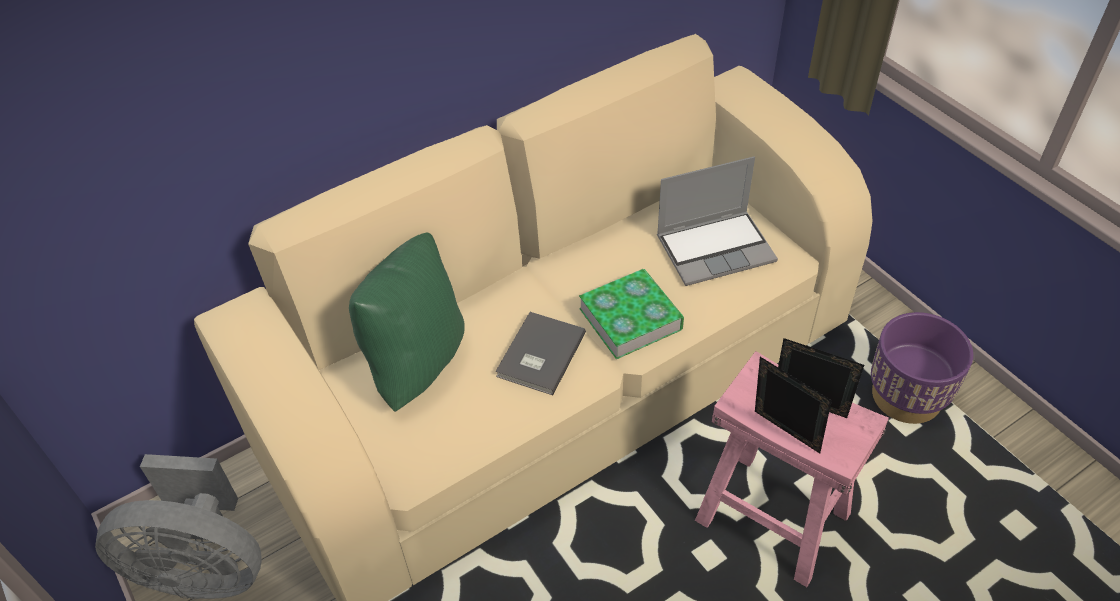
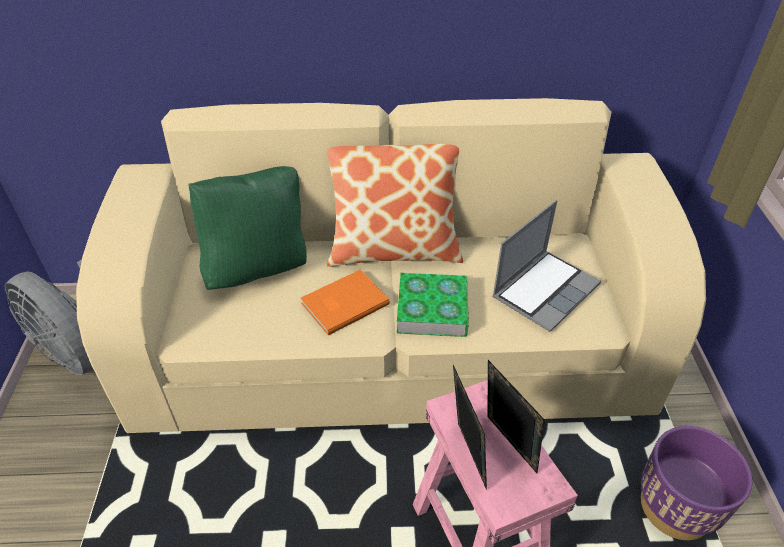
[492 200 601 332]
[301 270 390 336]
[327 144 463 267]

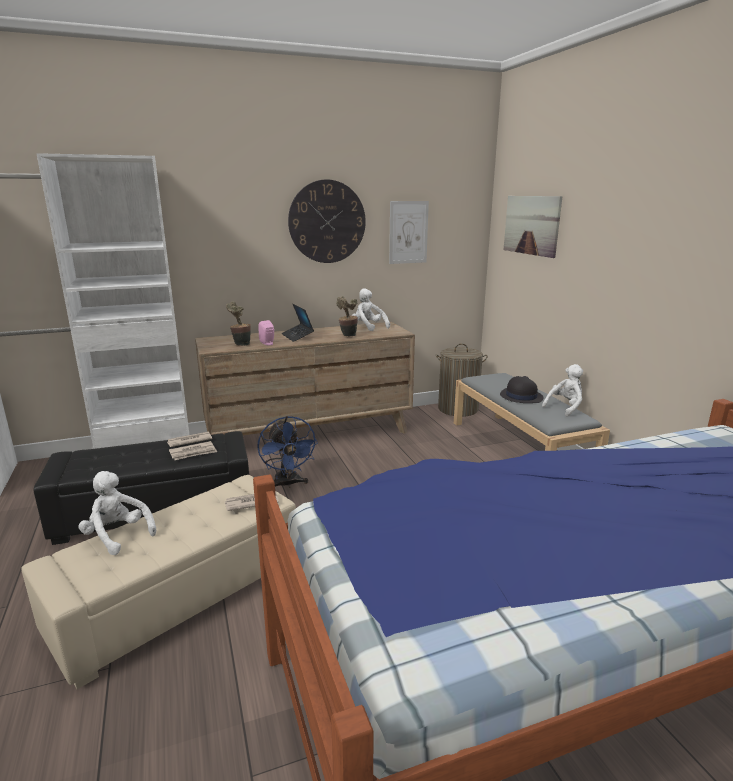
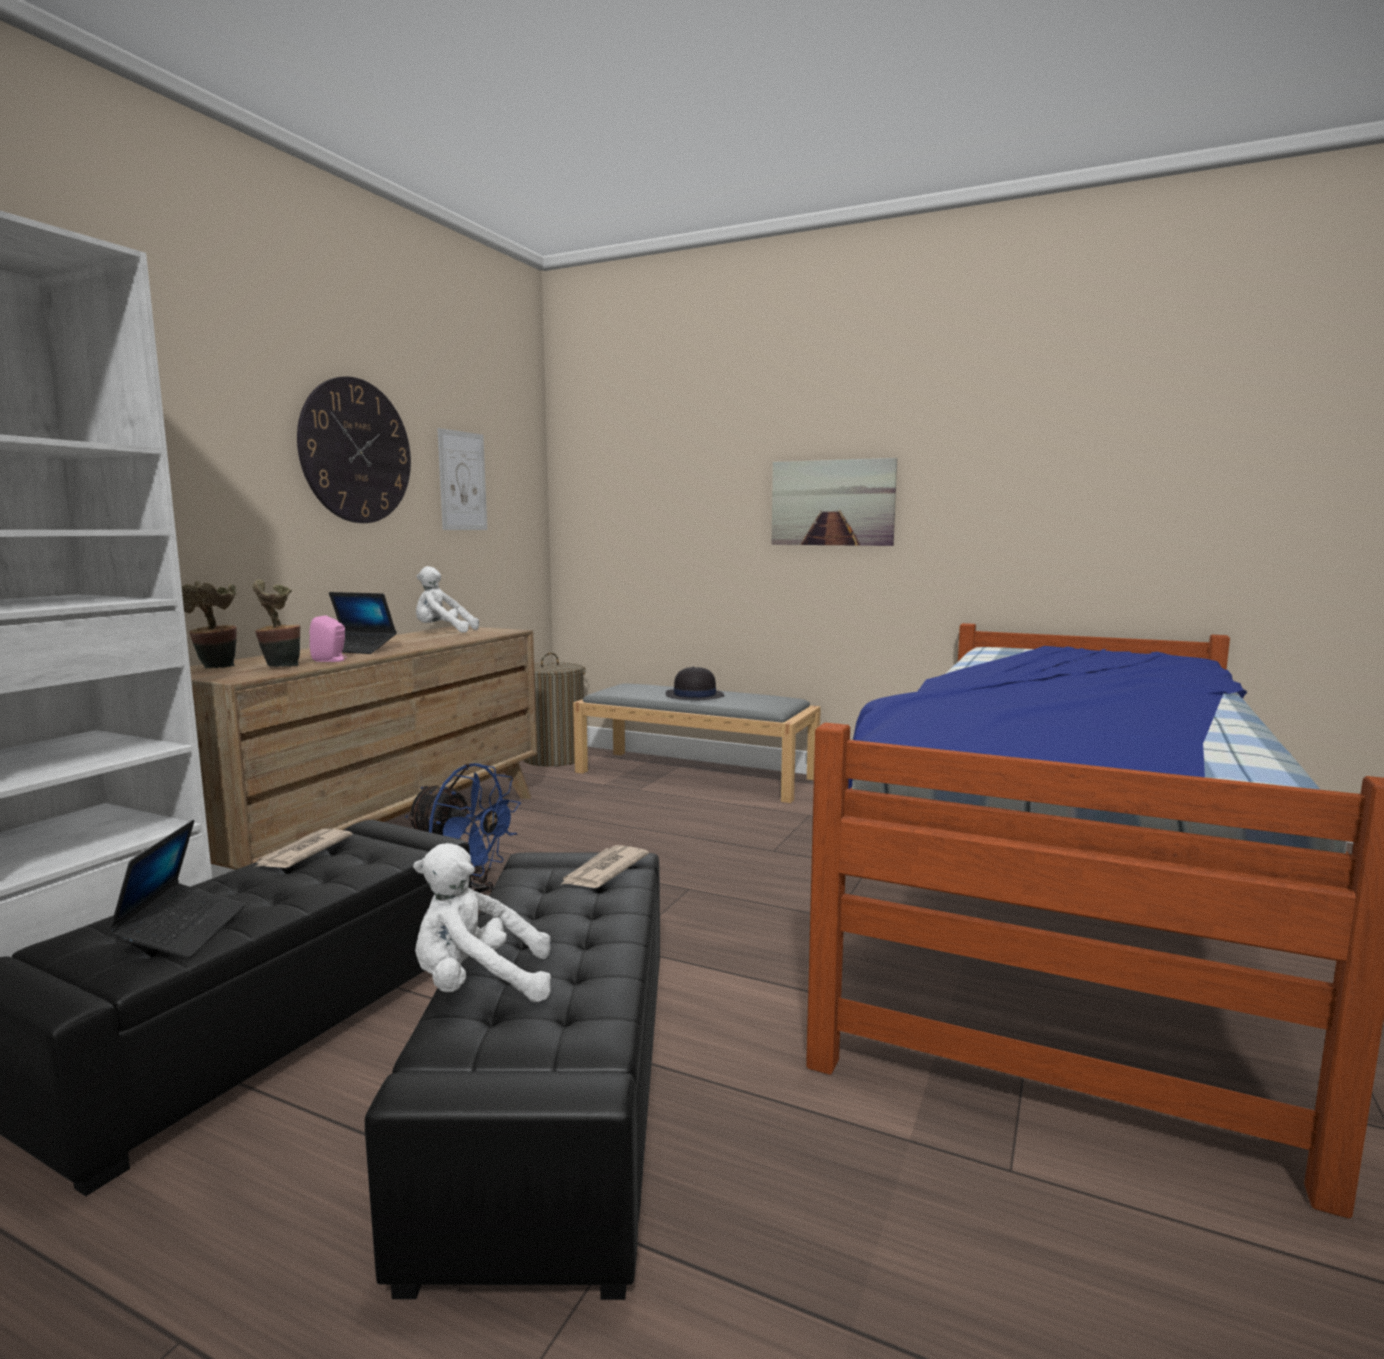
[772 458 897 546]
[182 581 237 668]
[542 364 583 417] (first image)
[169 441 217 460] (first image)
[365 852 660 1300]
[107 820 245 958]

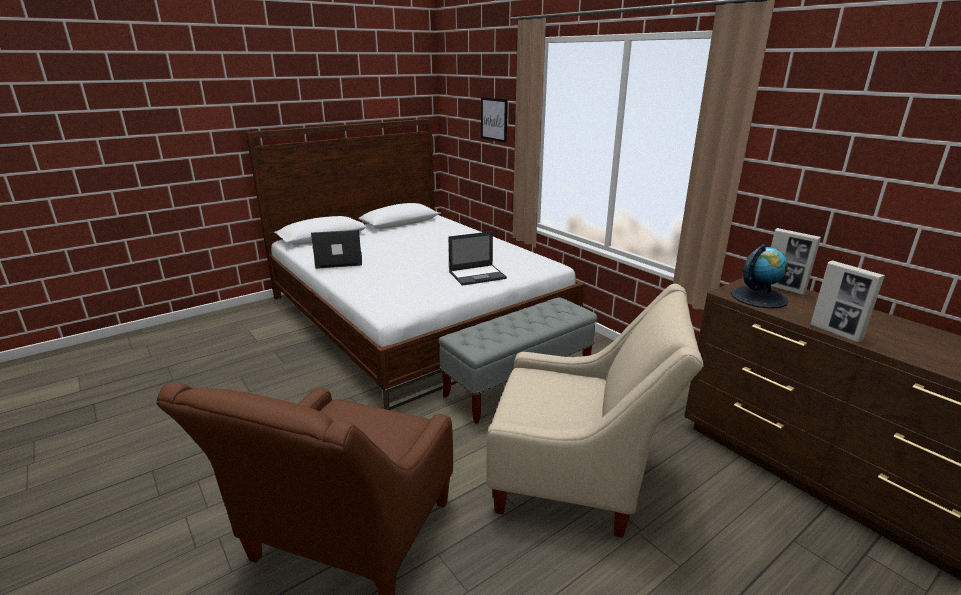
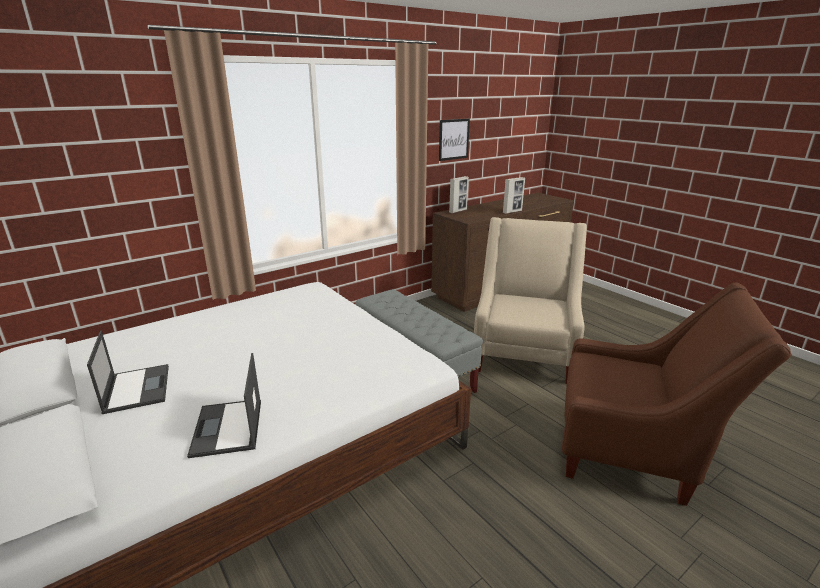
[439 119 470 161]
[87 330 169 414]
[731 244 788 309] (first image)

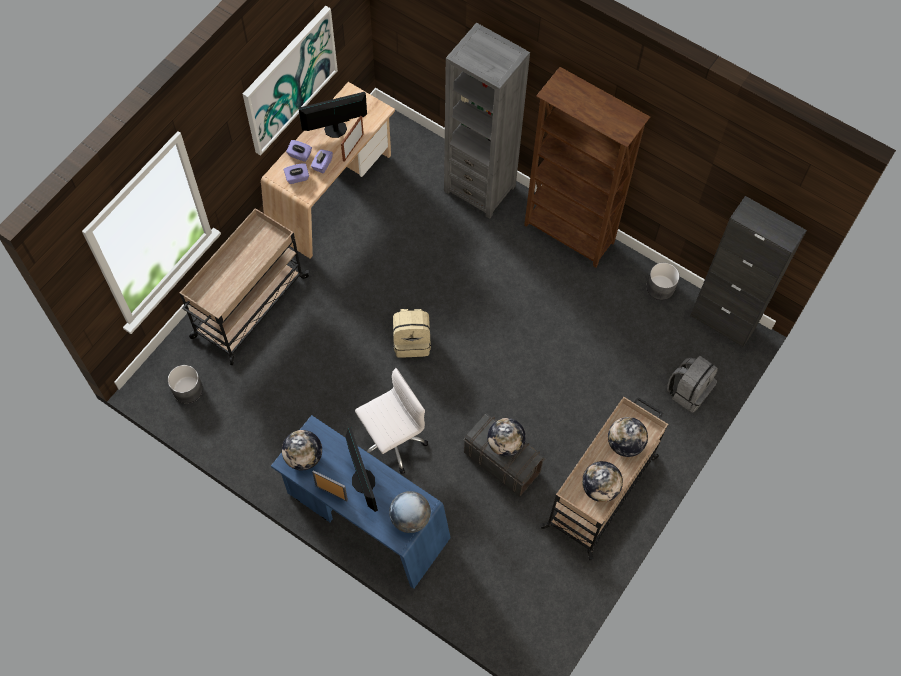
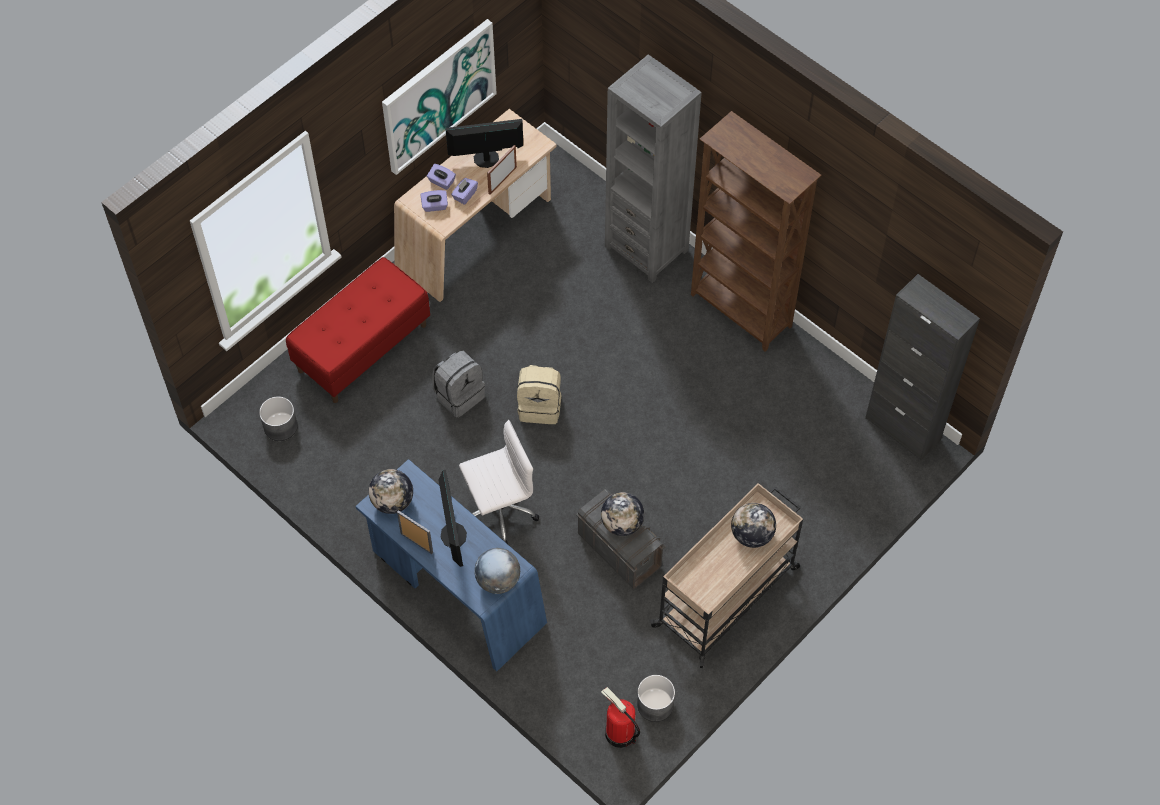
[286 257 430 403]
[637 675 675 722]
[432 351 485 418]
[582 461 623 502] (first image)
[601 687 640 748]

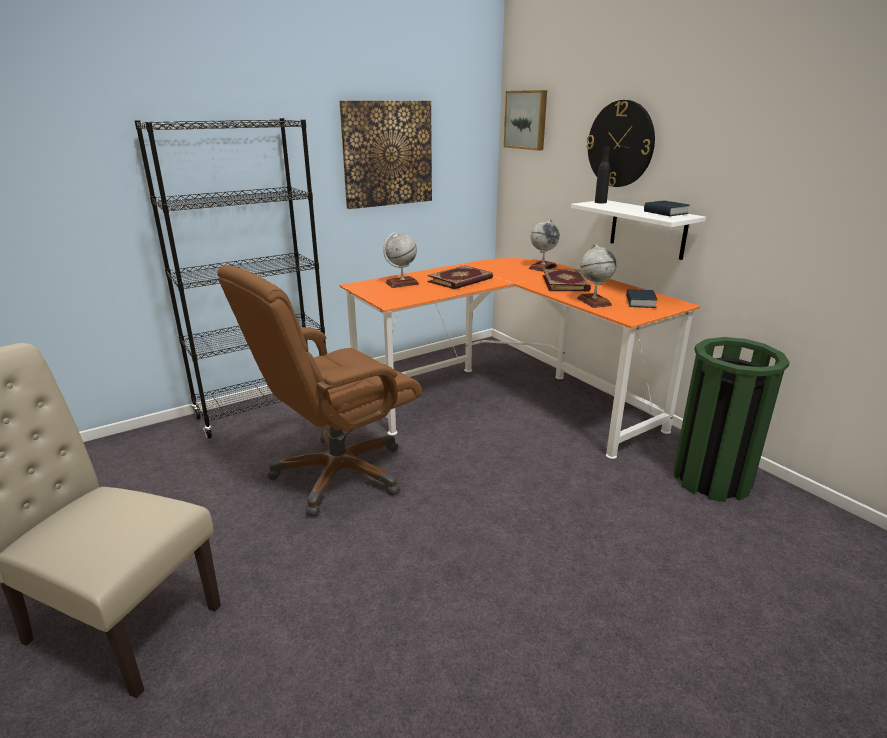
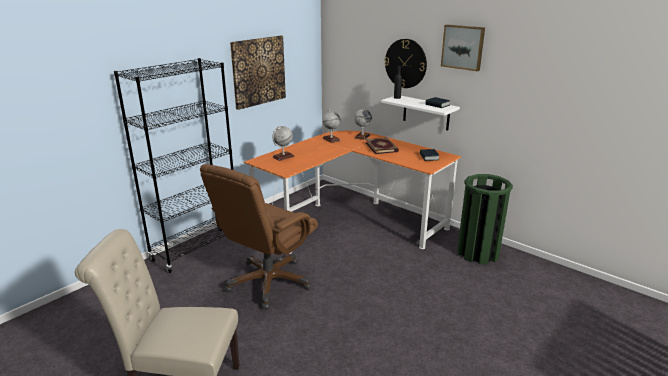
[441 25 485 71]
[322 110 341 143]
[427 265 493 289] (first image)

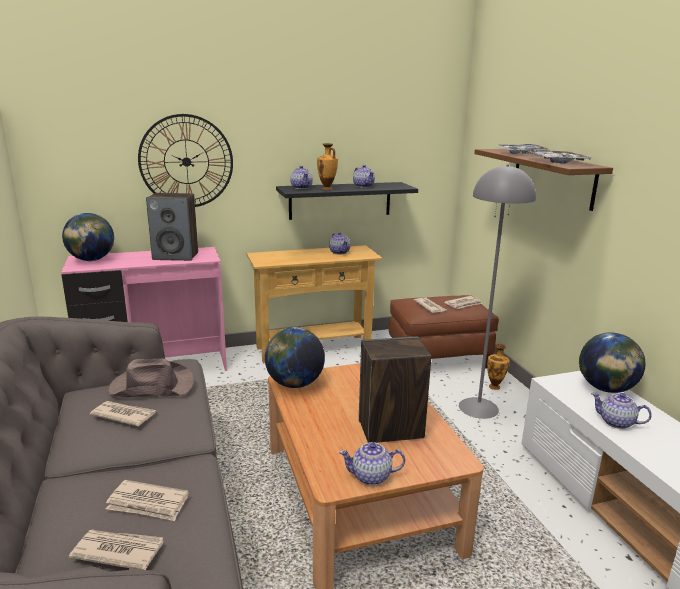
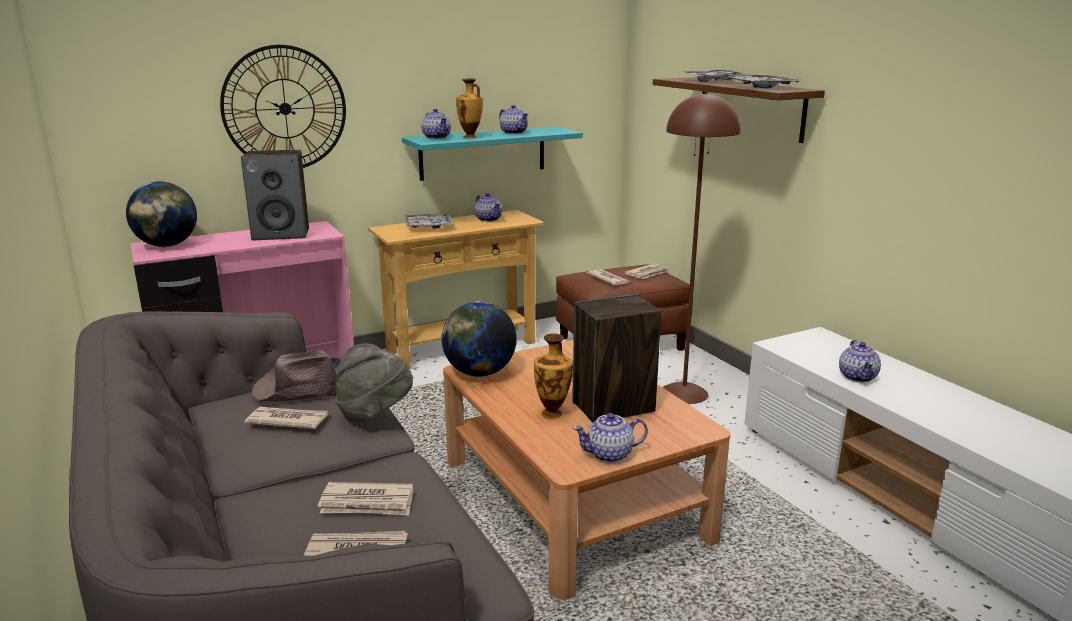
[663 92 741 404]
[402 127 583 181]
[579 332 645 393] (first image)
[534 333 573 419]
[839 340 881 382]
[405 214 454 229]
[335 343 413 422]

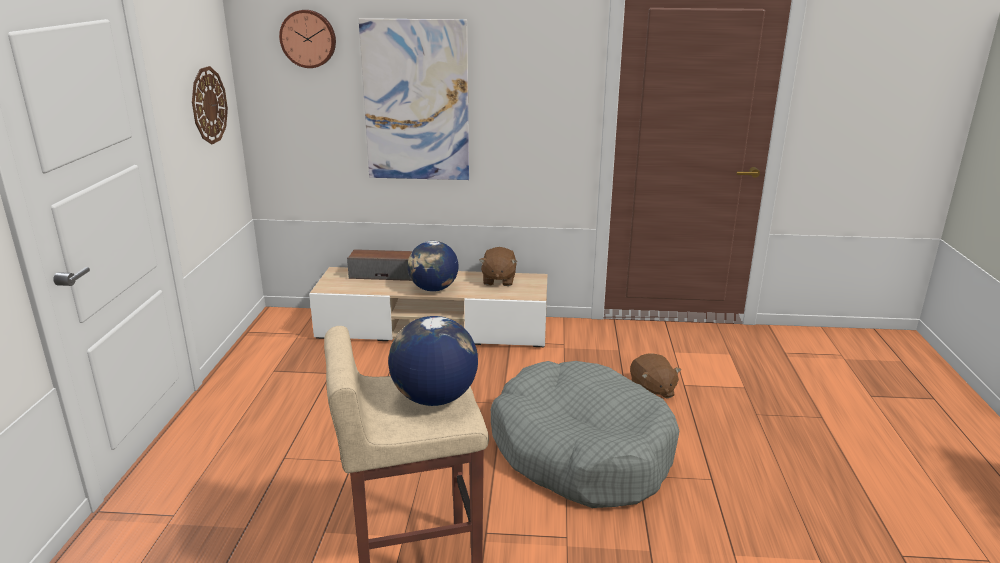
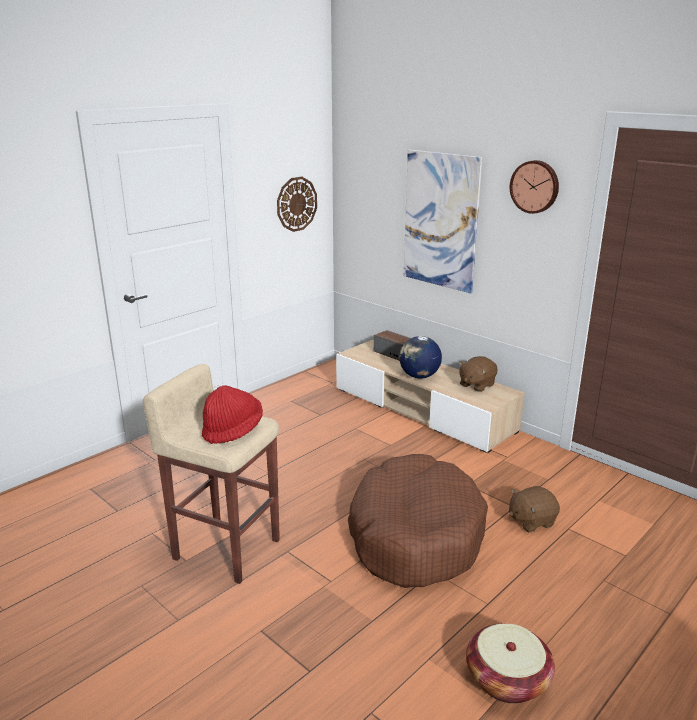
[510 160 559 214]
[202 385 263 444]
[509 486 560 532]
[348 454 488 588]
[466 623 555 704]

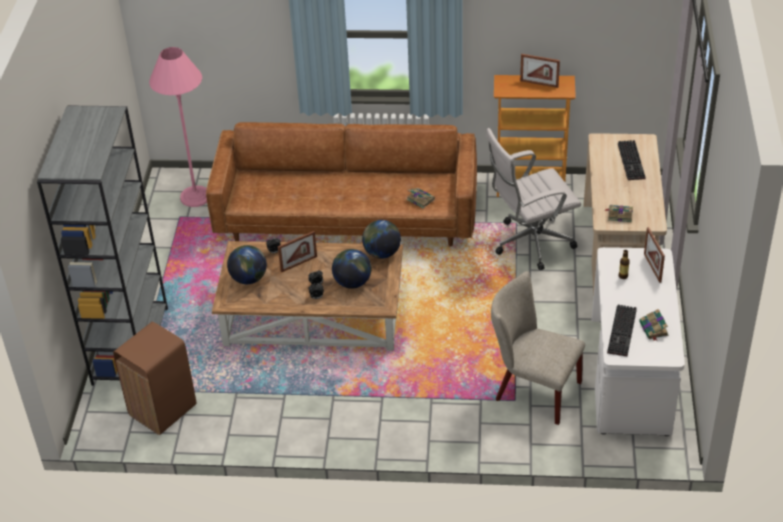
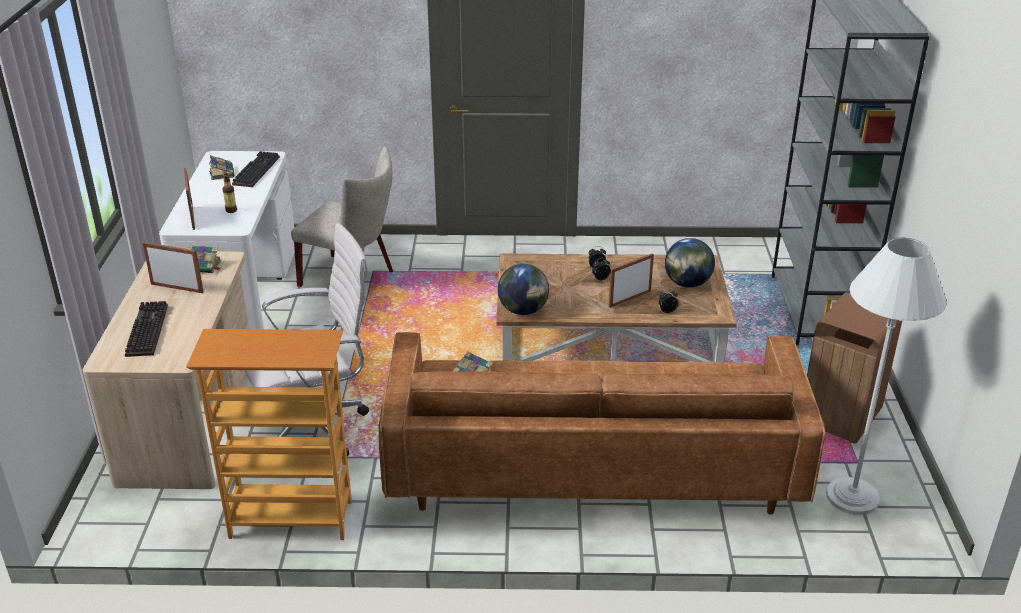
[826 237 947 515]
[143 242 204 293]
[332 249 371 289] (first image)
[807 292 902 443]

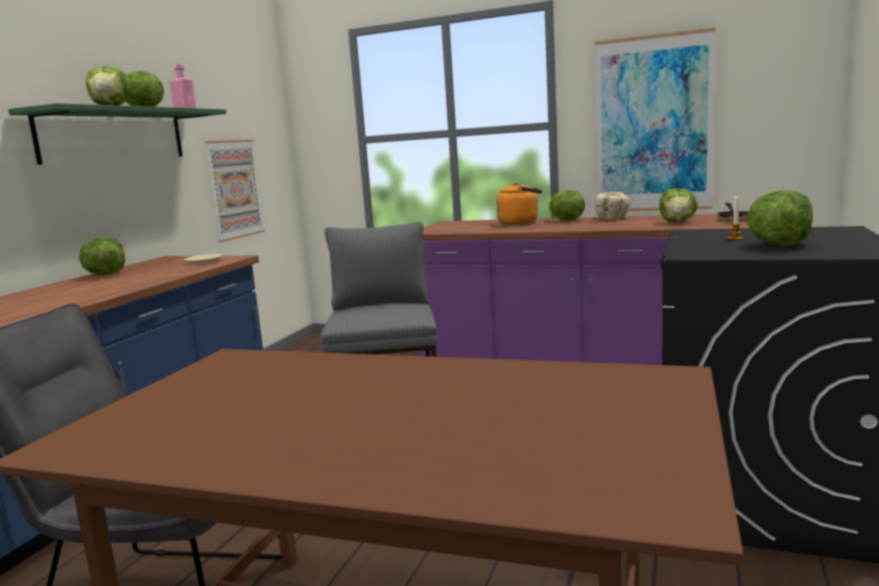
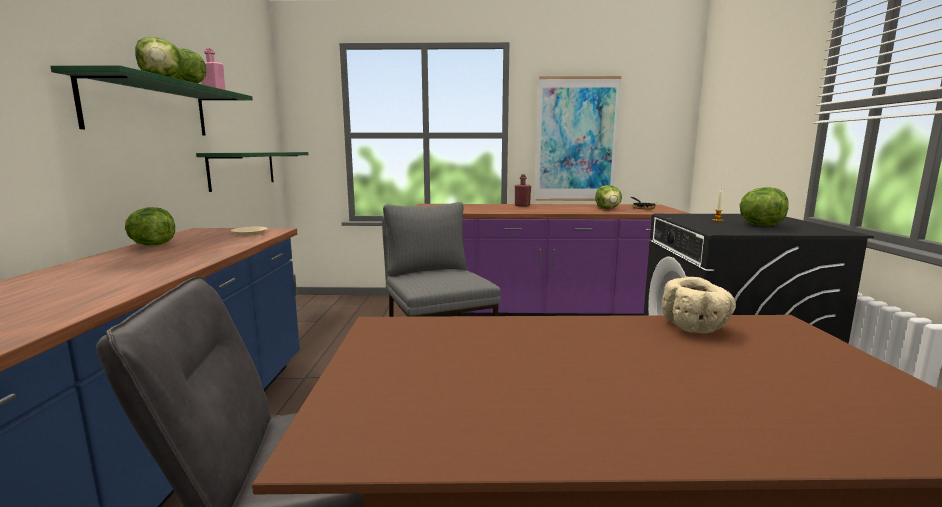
[196 152 309 192]
[496 183 542 225] (first image)
[515 174 531 207]
[662 277 736 333]

